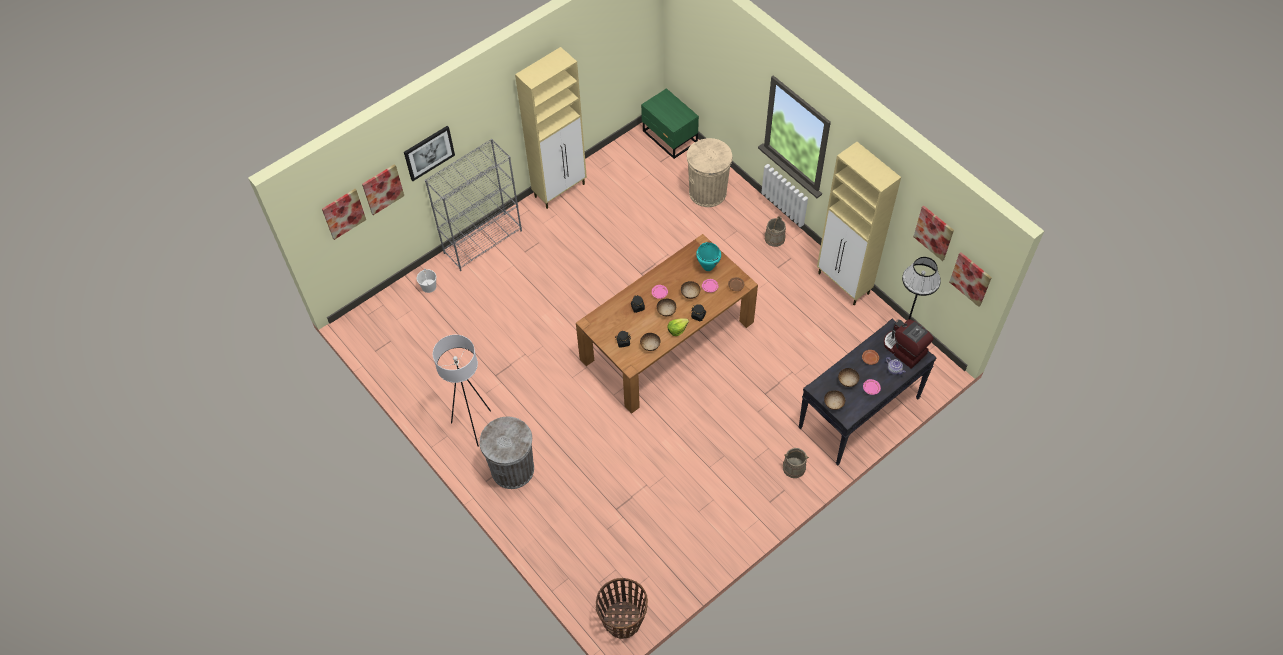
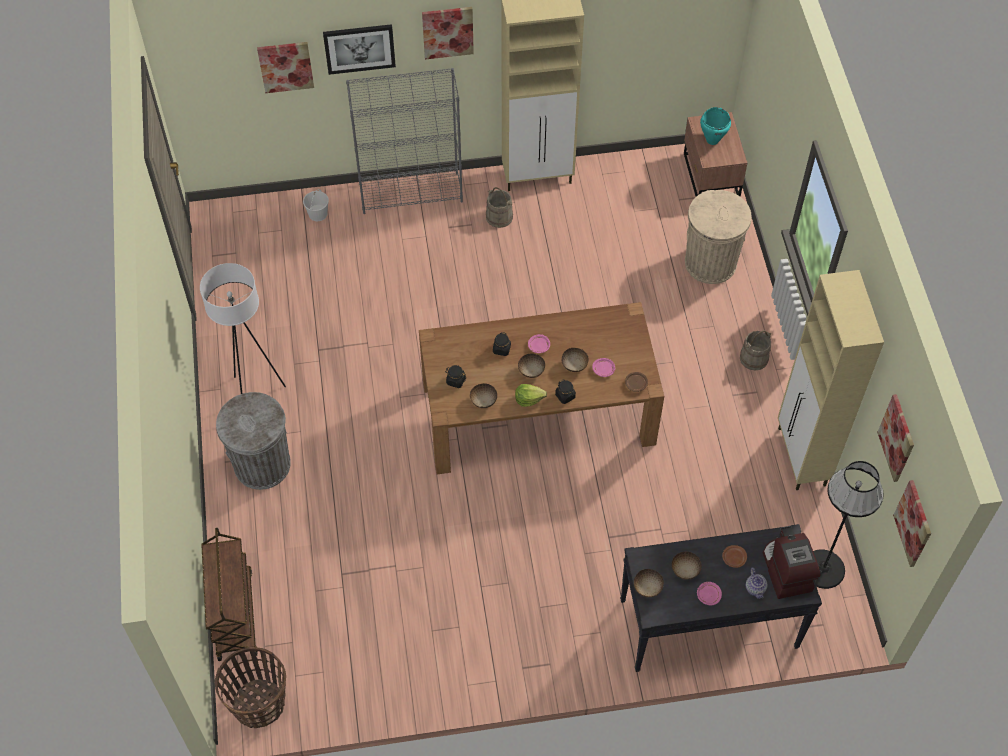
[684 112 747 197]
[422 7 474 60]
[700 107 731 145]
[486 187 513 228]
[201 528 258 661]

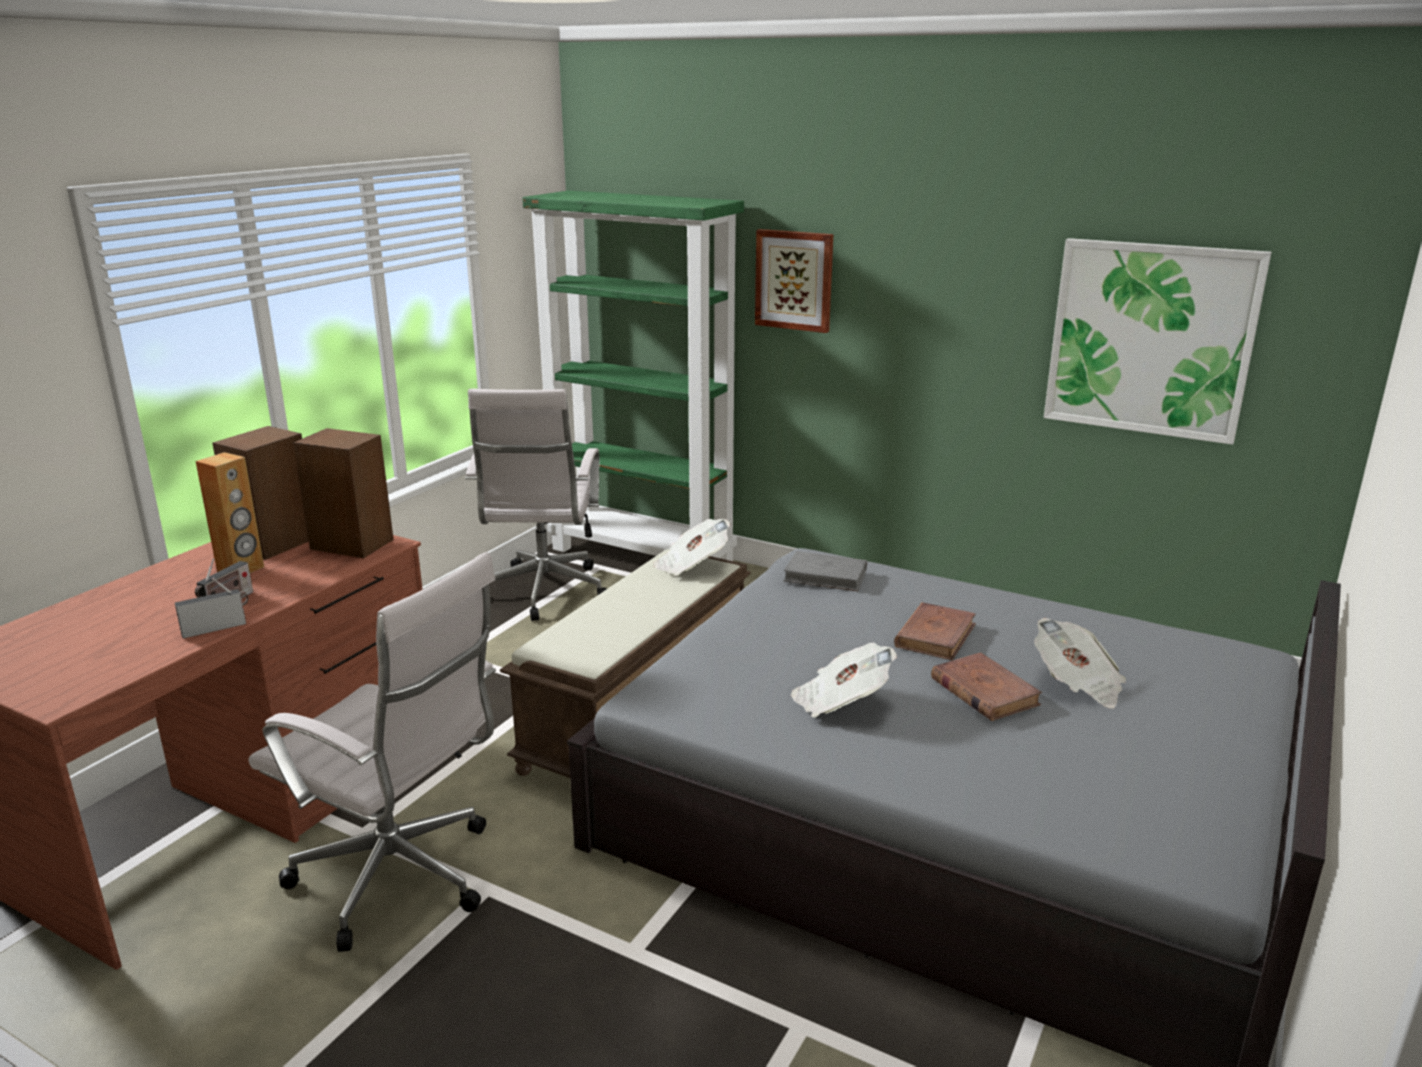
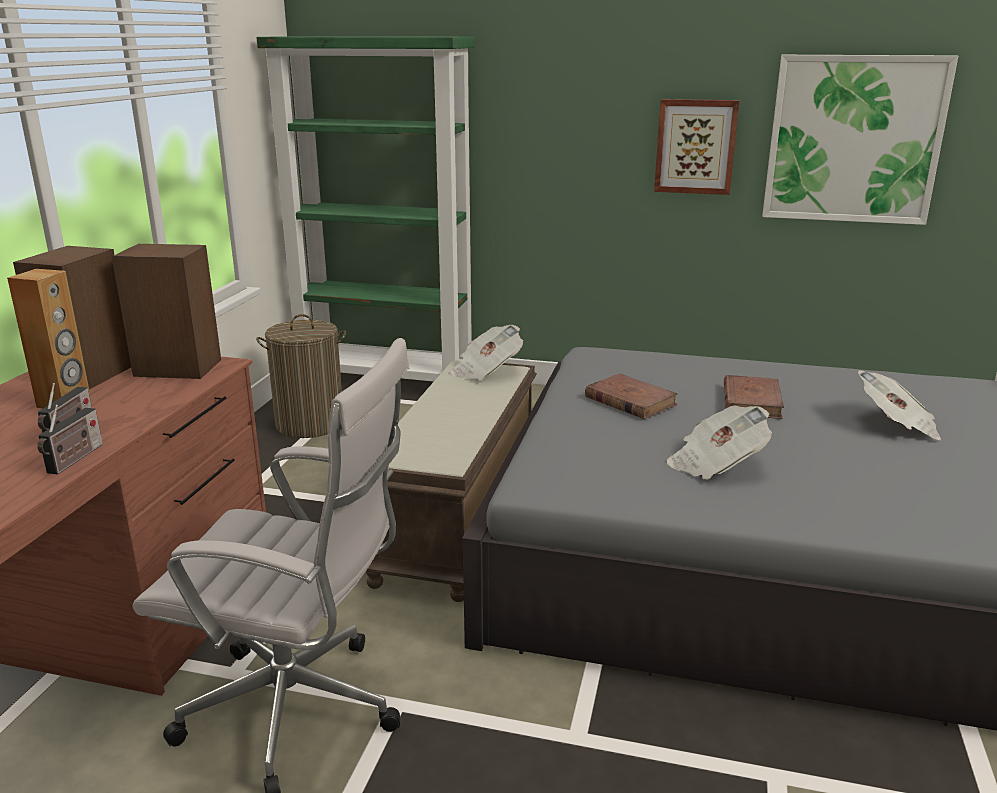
[654 99 739 195]
[256 314 346 438]
[784 551 867 591] (first image)
[37 405 103 475]
[585 373 678 419]

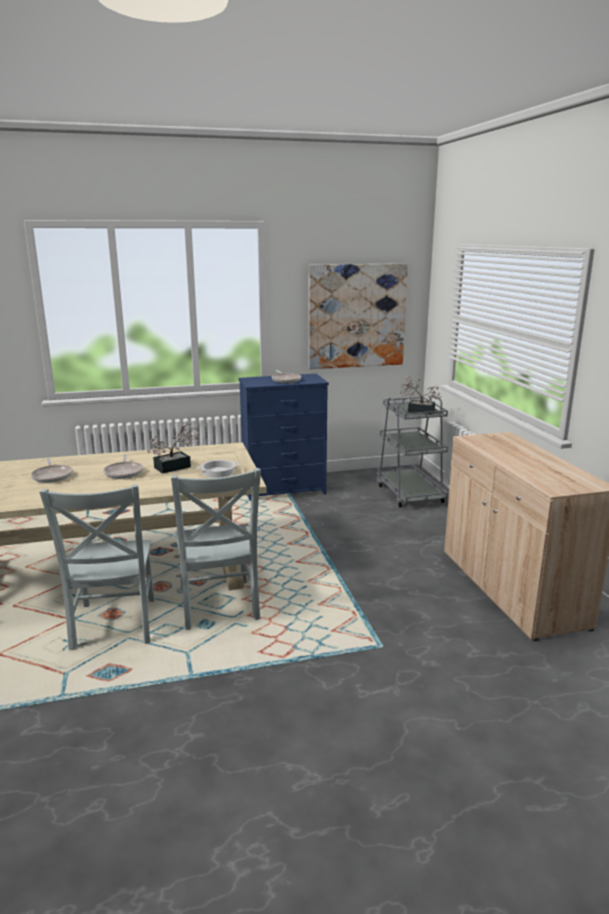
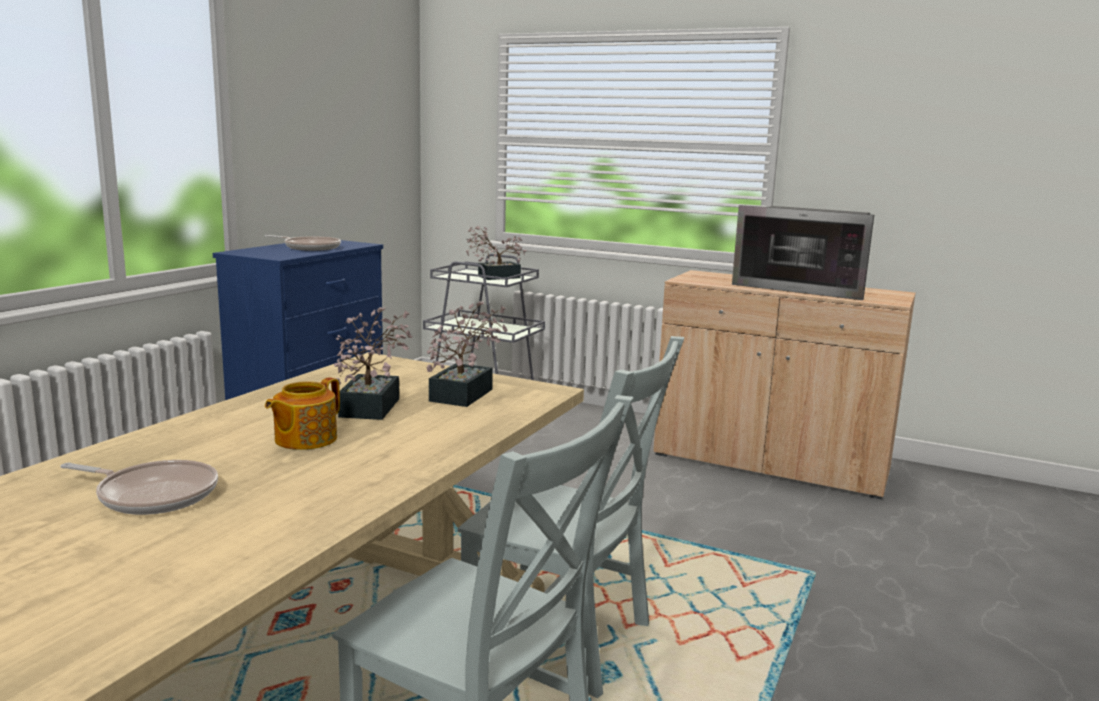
[309 263 408 369] (first image)
[265 377 340 450]
[427 301 507 407]
[732 205 874 300]

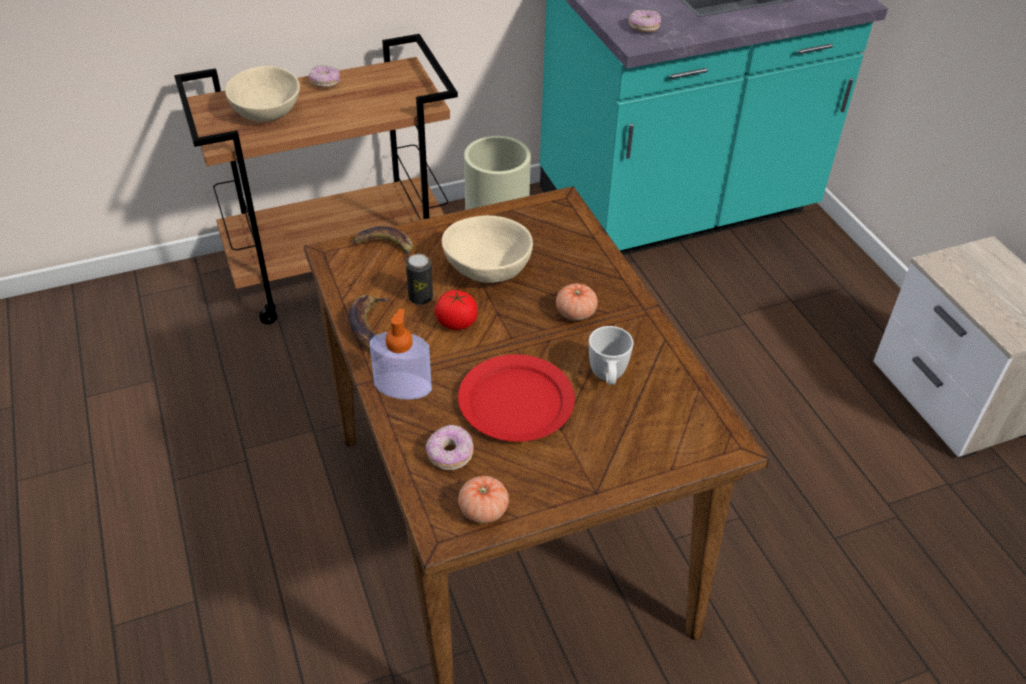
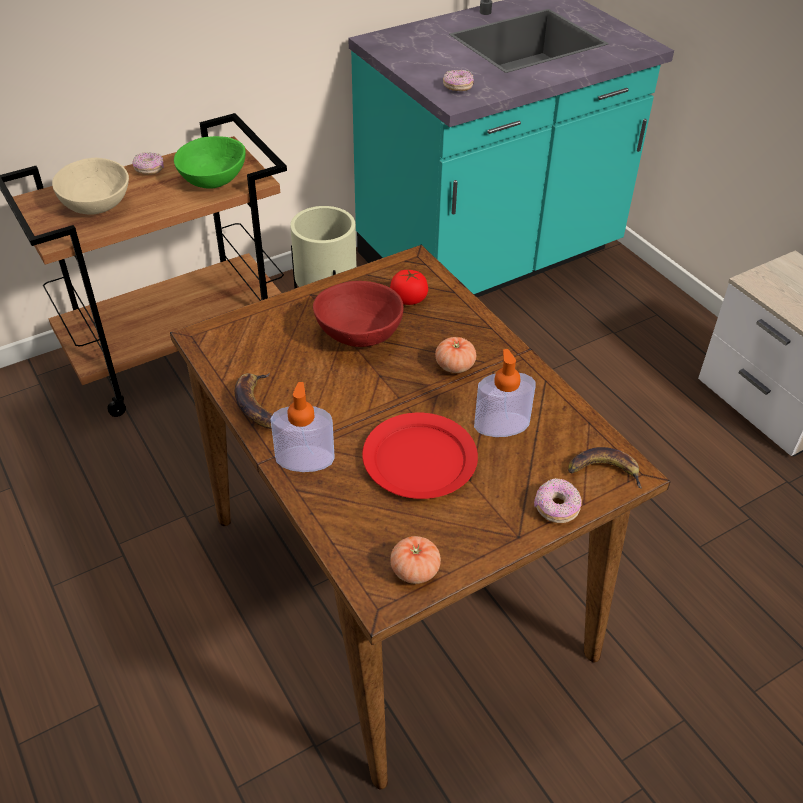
[313 281 404 347]
[568 447 642 489]
[406 254 433 305] (first image)
[390 270 428 305]
[474 349 536 437]
[534 478 582 523]
[174 136 246 189]

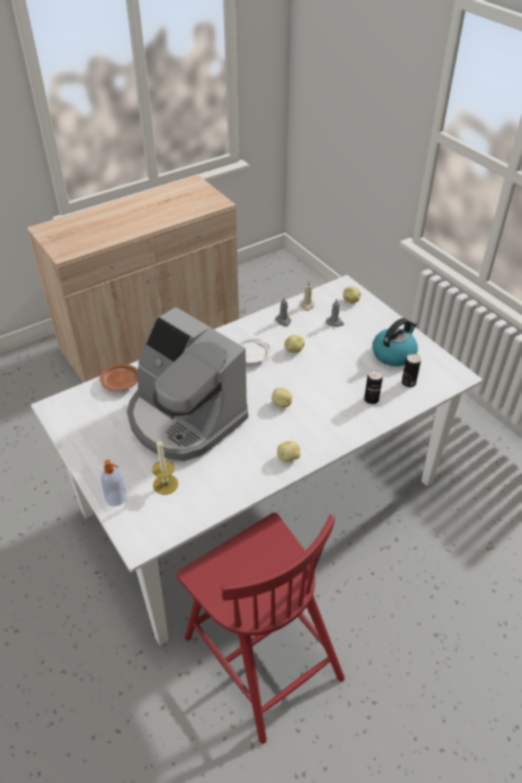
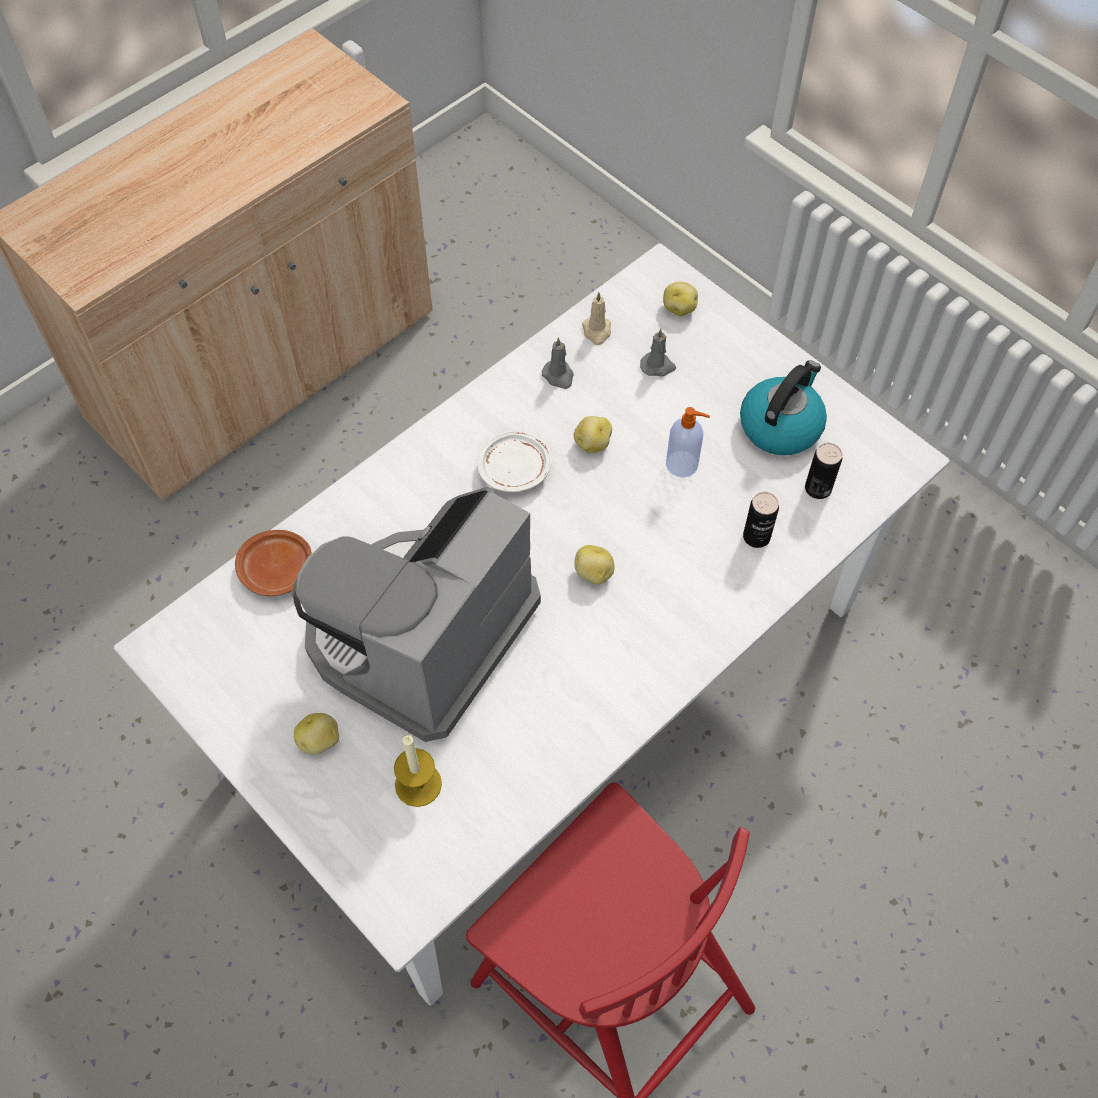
[293 487 541 742]
[294 713 339 754]
[666 407 710 478]

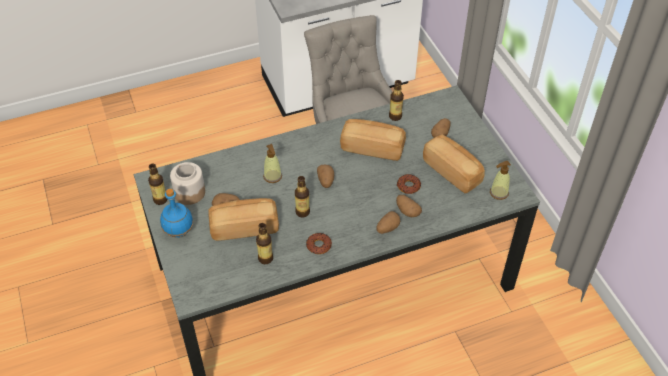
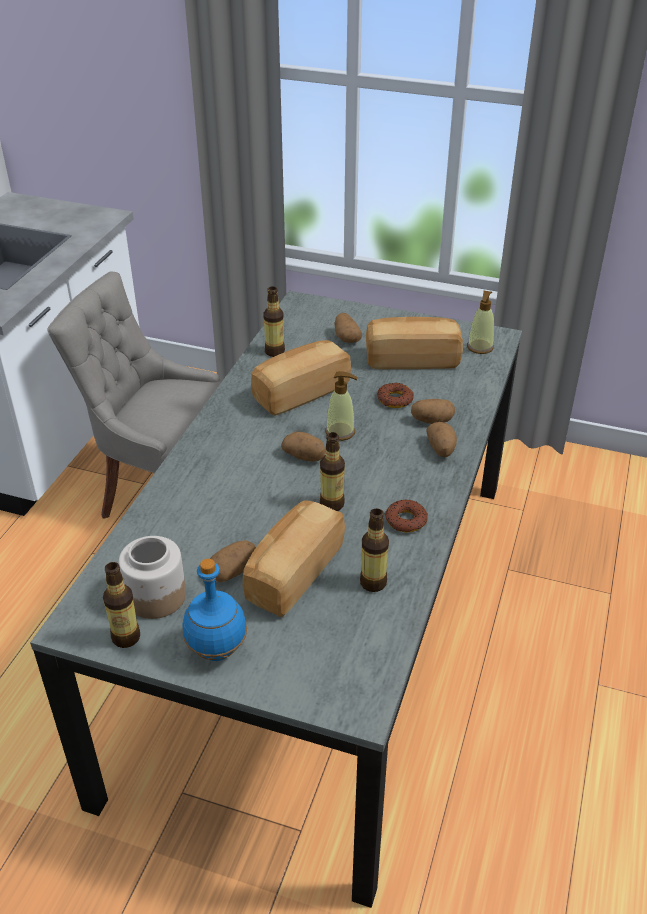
[325 371 358 441]

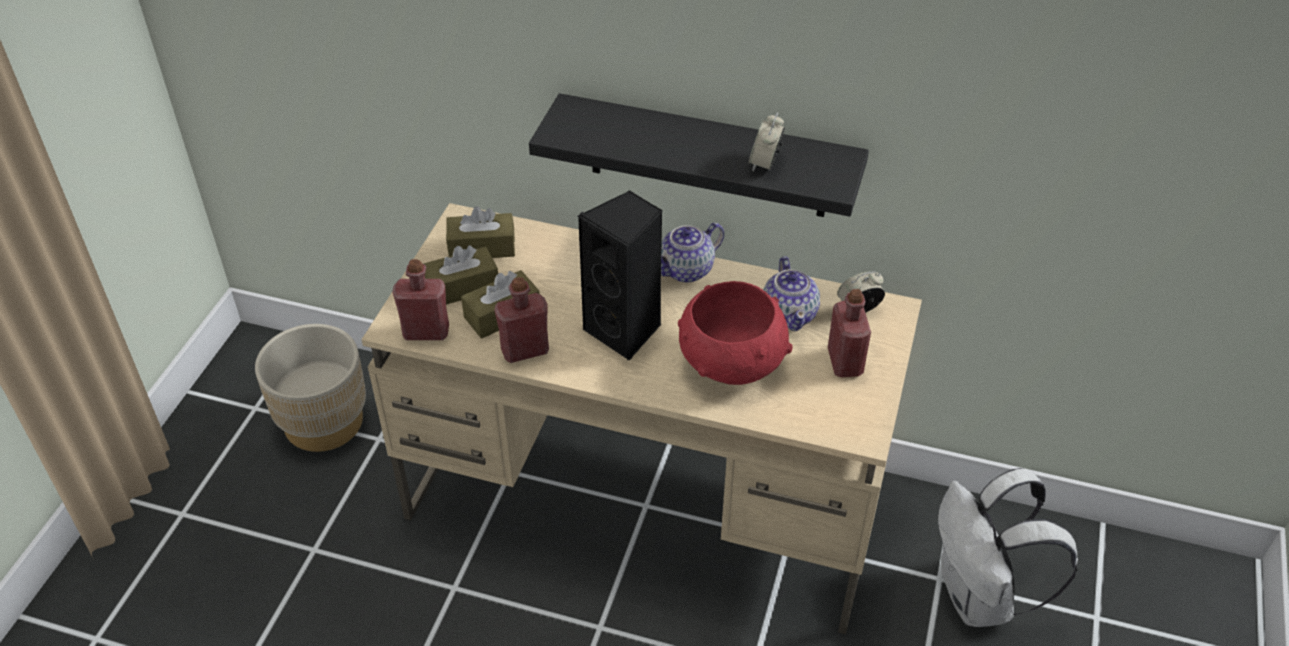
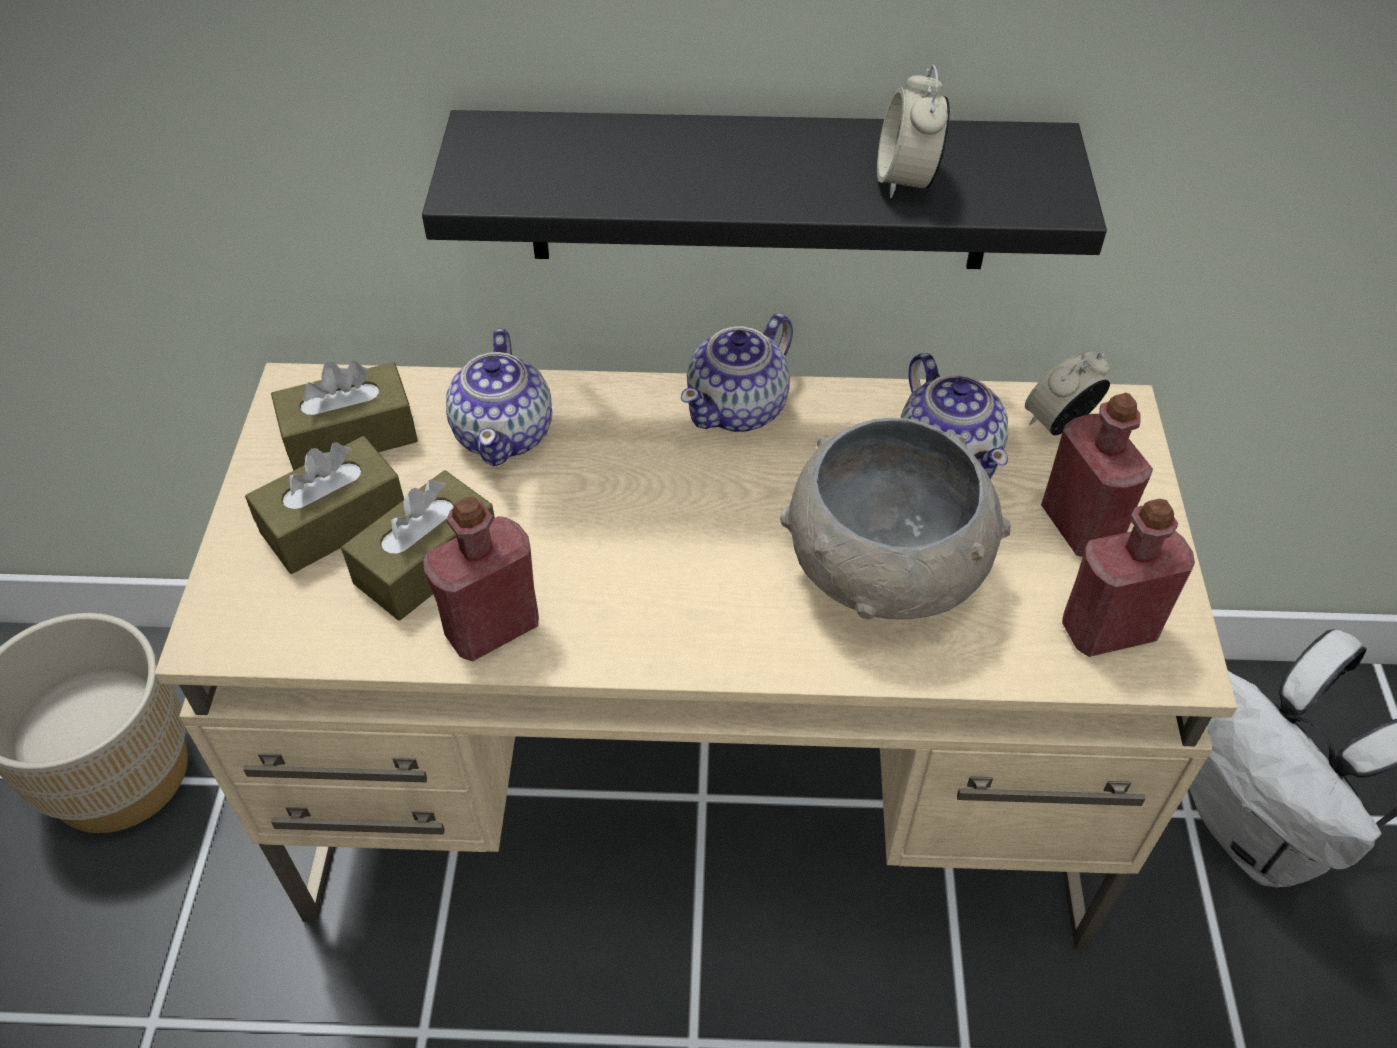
[578 190 663 361] (first image)
[1062 499 1195 657]
[780 417 1011 620]
[446 328 552 466]

